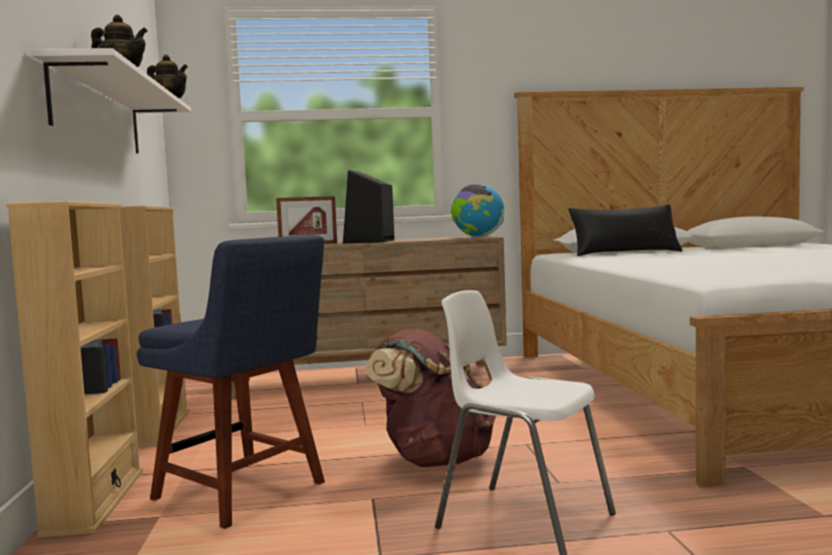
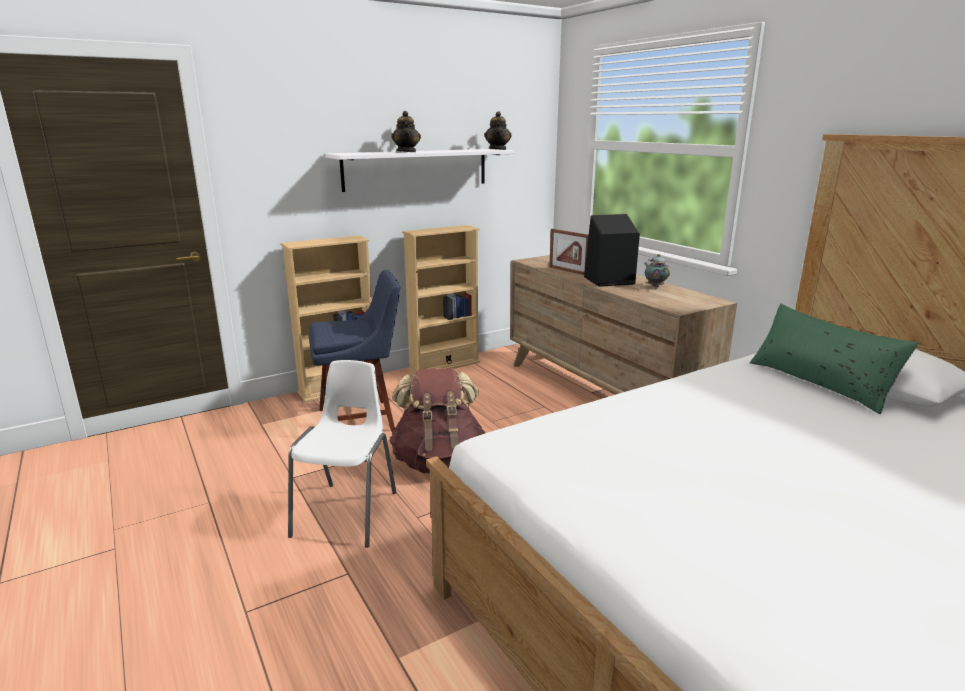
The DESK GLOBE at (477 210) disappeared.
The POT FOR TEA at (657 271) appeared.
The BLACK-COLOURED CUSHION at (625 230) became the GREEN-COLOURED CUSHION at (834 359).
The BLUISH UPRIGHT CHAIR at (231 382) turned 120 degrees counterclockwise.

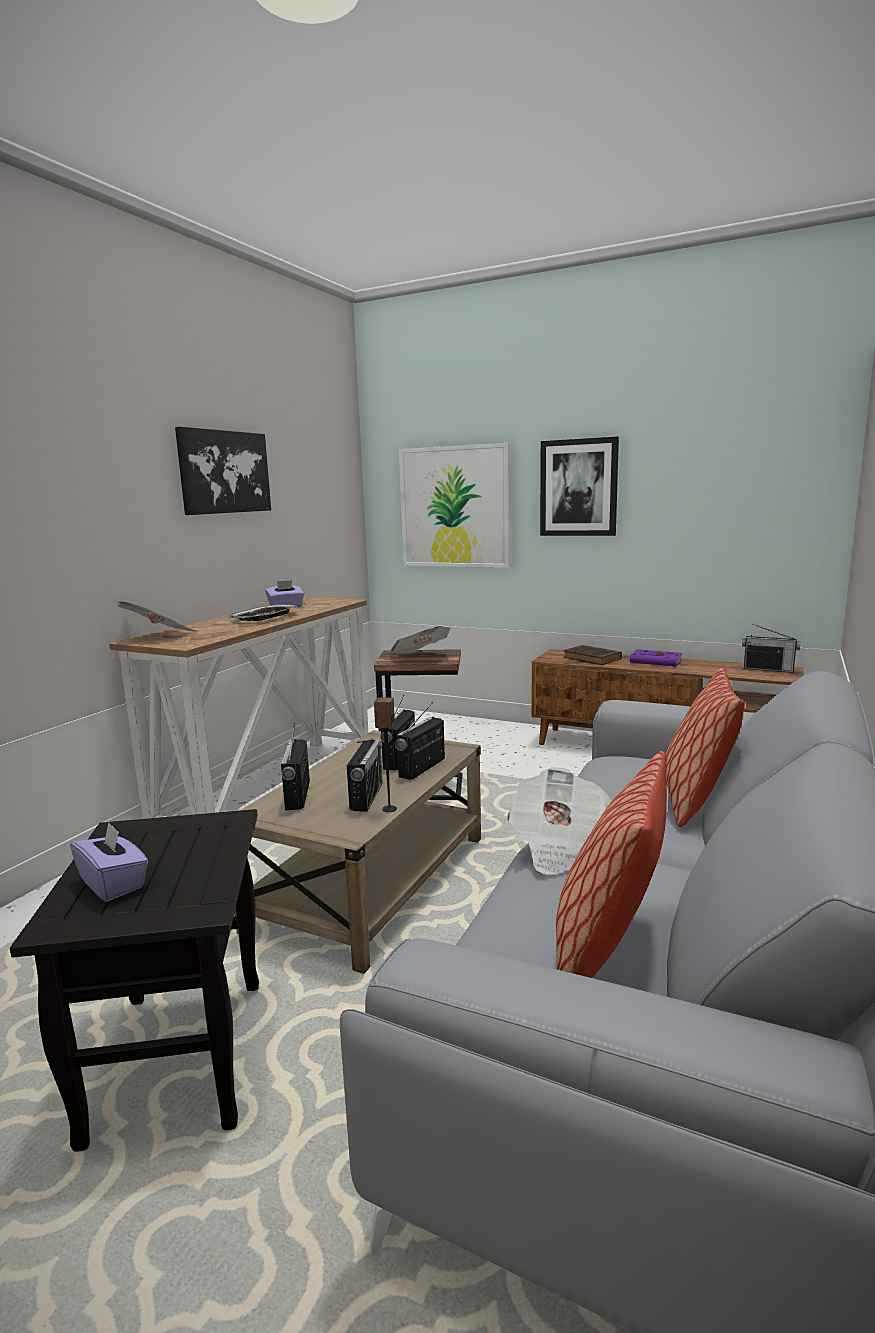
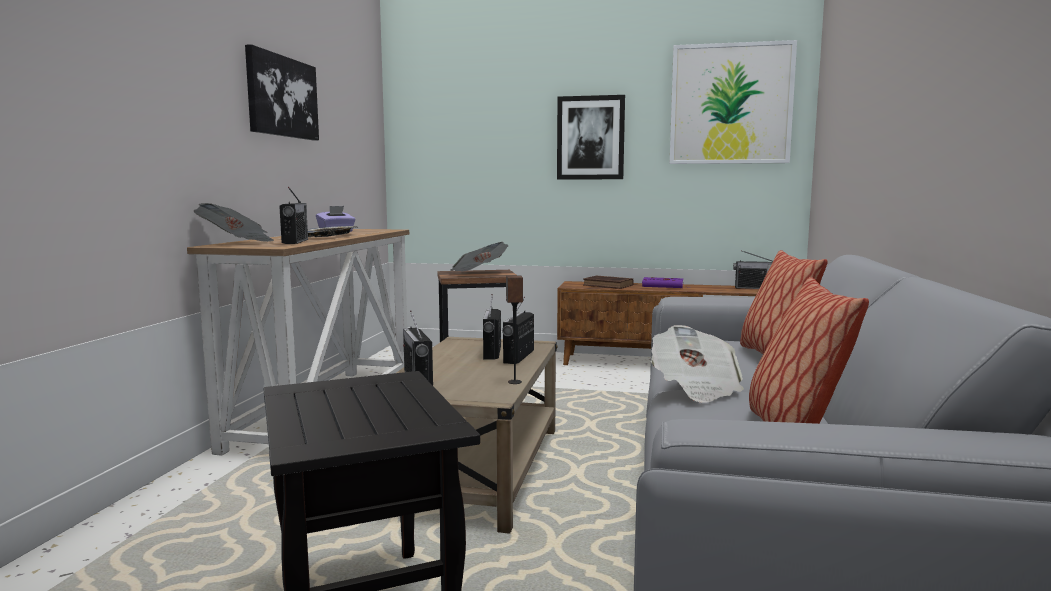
The PURPLE-COLOURED TISSUE HOLDER at (109 862) disappeared.
The RADIO RECEIVER moved from (365 775) to (293 215).
The WALL ART moved from (455 505) to (733 102).

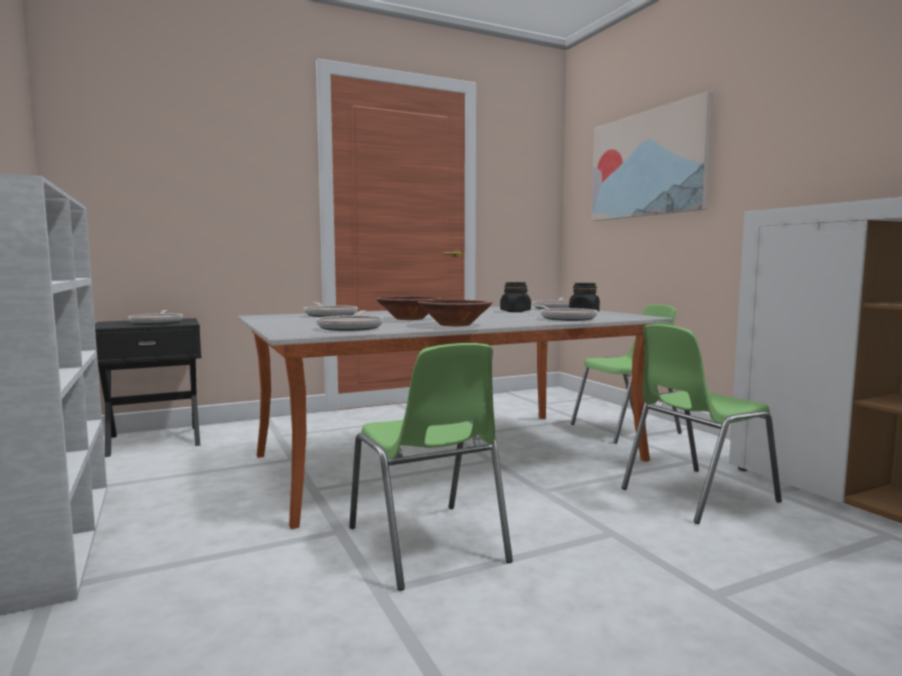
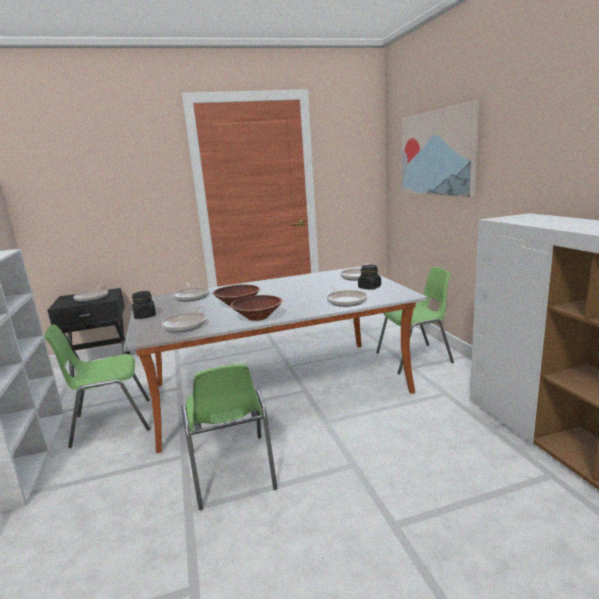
The BLACK-COLOURED JAR moved from (515 297) to (144 305).
The GREEN-COLOURED UPRIGHT CHAIR moved from (702 424) to (97 386).

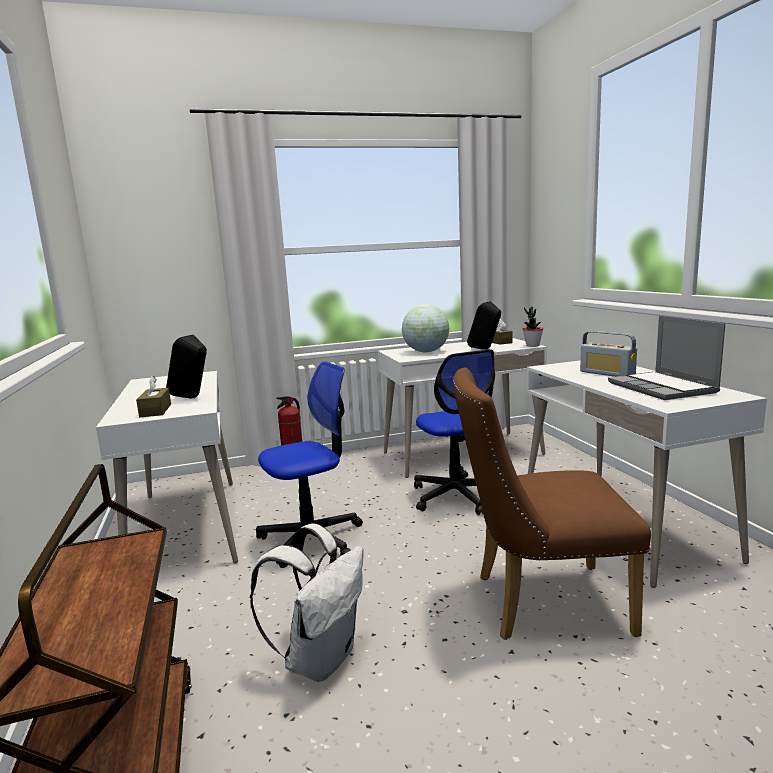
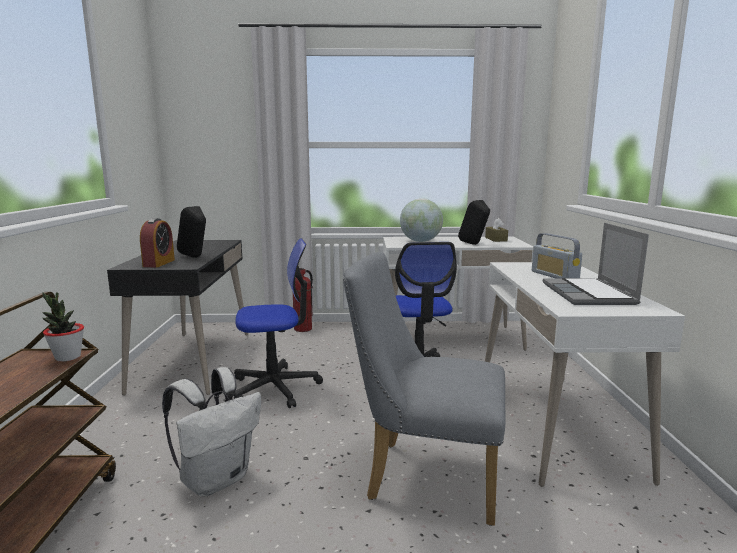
The POTTED PLANT moved from (533 327) to (63 327).
The BROWN-COLOURED TISSUE HOLDER at (153 396) was replaced by the TABLE CLOCK at (157 242).
The WHITE DESK TABLE at (167 467) became the BLACK-COLOURED DESK TABLE at (177 318).
The BROWN-COLOURED UPRIGHT CHAIR at (552 504) became the GRAY UPRIGHT CHAIR at (424 389).

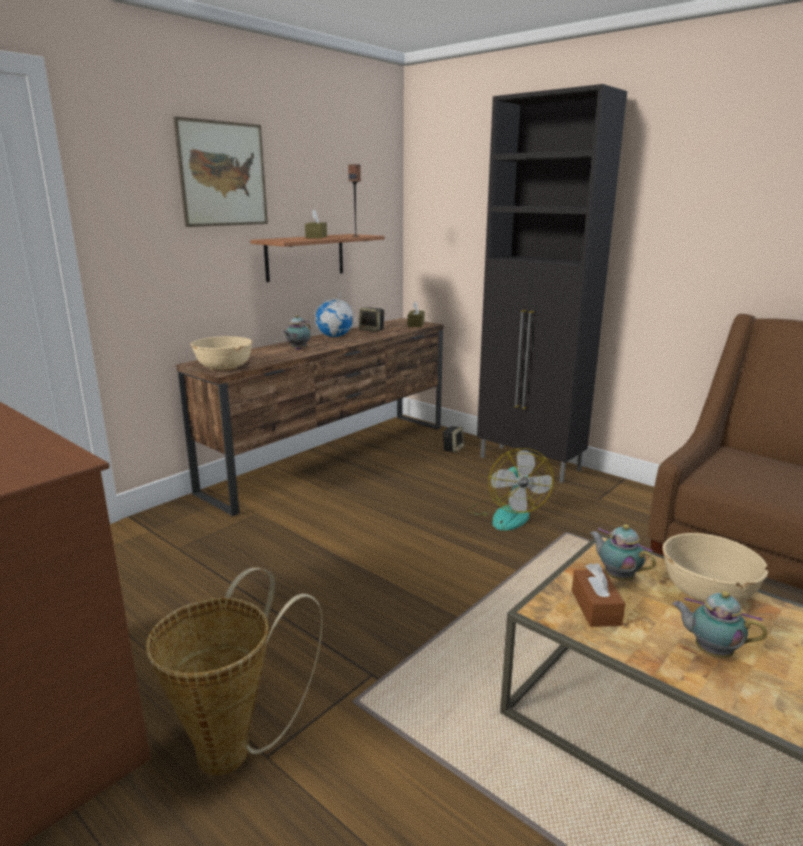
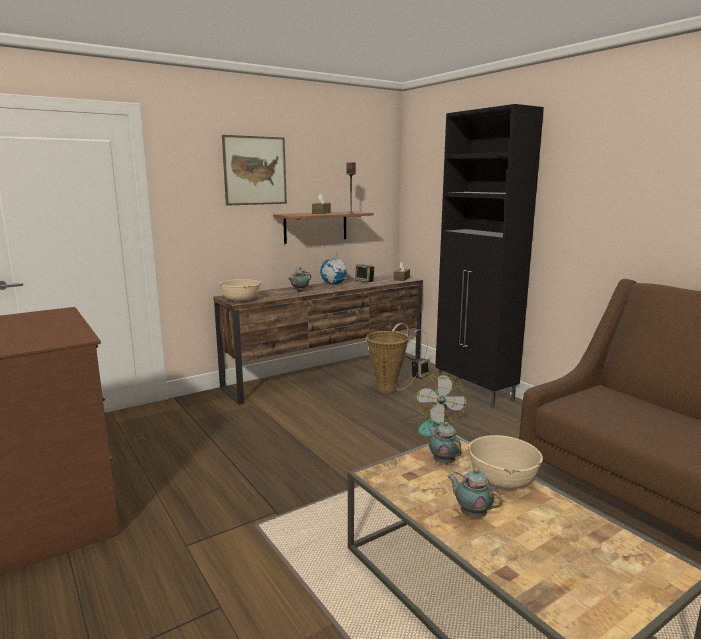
The BROWN-COLOURED TISSUE HOLDER at (598 595) disappeared.
The HOUSEHOLD BASKET moved from (234 671) to (397 358).

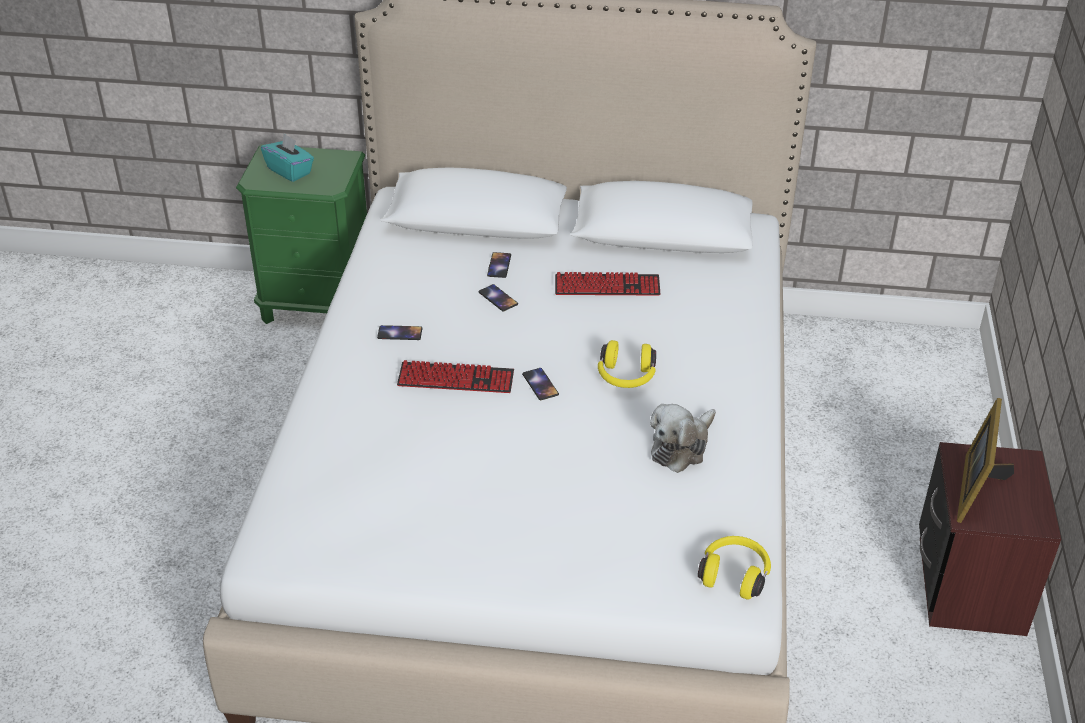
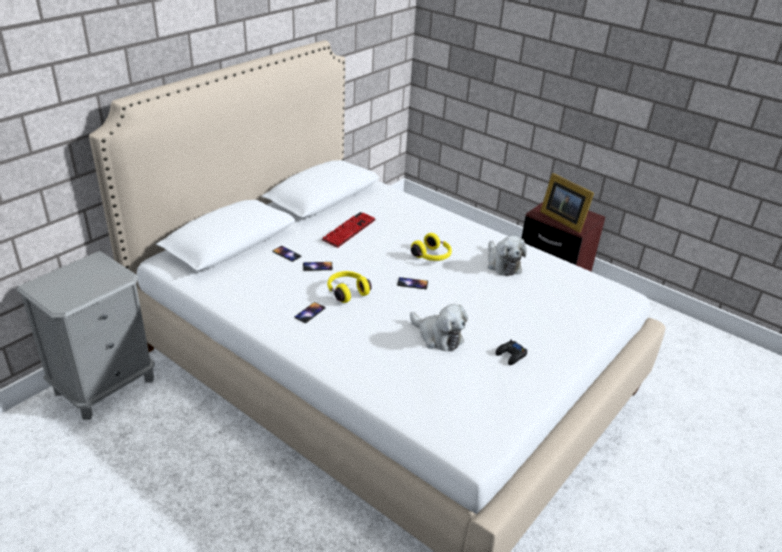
The BLUE-GREEN TISSUE HOLDER at (287 158) disappeared.
The KEYBOARD at (455 376) disappeared.
The PLUSH TOY at (439 327) appeared.
The BLACK-COLOURED GAMEPAD at (511 352) appeared.
The YELLOW HEADPHONES moved from (734 568) to (349 287).
The GREEN-COLOURED NIGHTSTAND at (301 234) became the GRAY NIGHTSTAND at (85 335).

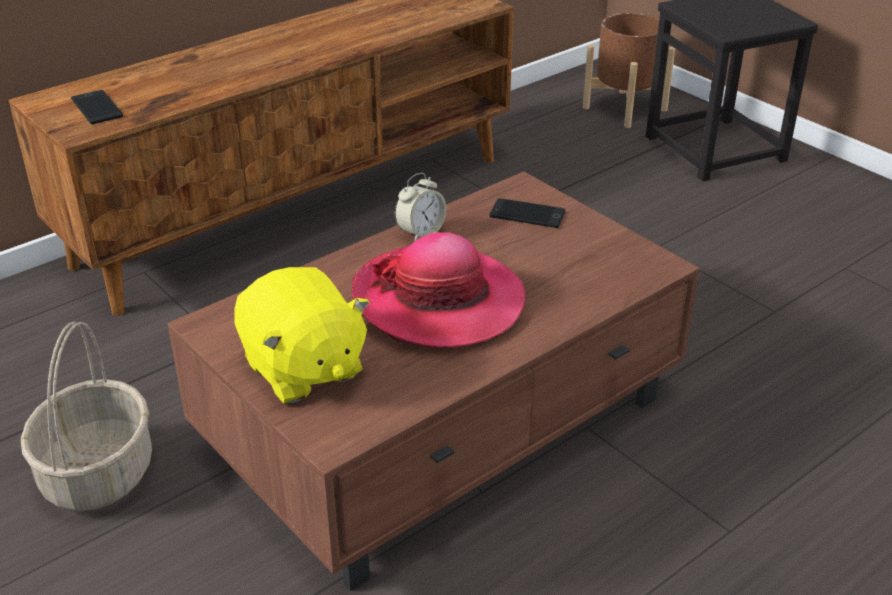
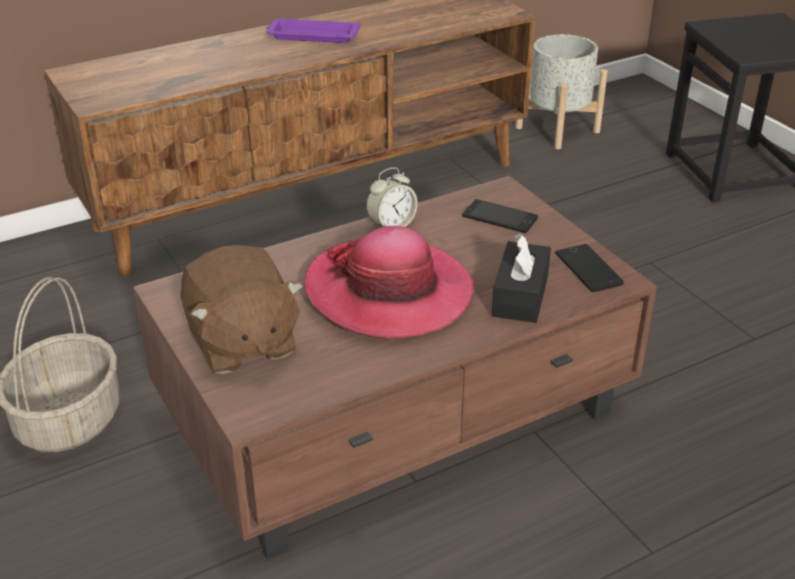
The BROWN-COLOURED PLANT POT at (628 70) disappeared.
The PURPLE-COLOURED CARRYING TRAY at (313 31) appeared.
The BLACK-COLOURED TISSUE HOLDER at (521 278) appeared.
The GRAY PLANT POT at (561 91) appeared.
The HANDSET moved from (97 107) to (589 268).
The YELLOW PLUSH TOY at (302 335) became the BROWN-COLOURED PLUSH TOY at (242 309).

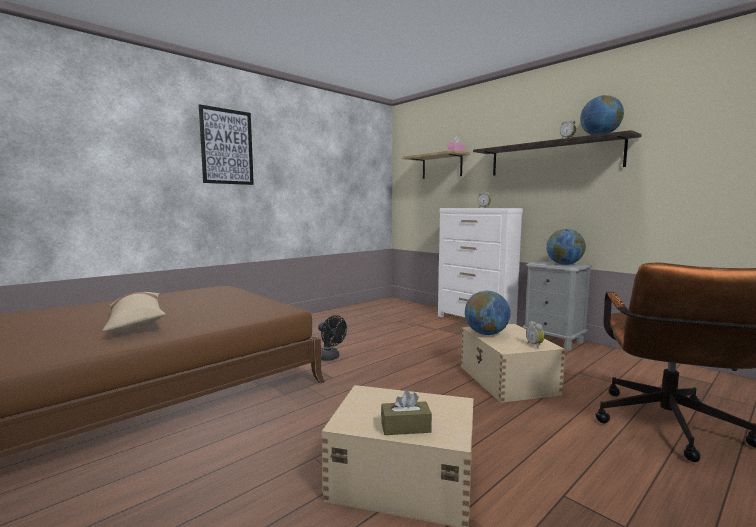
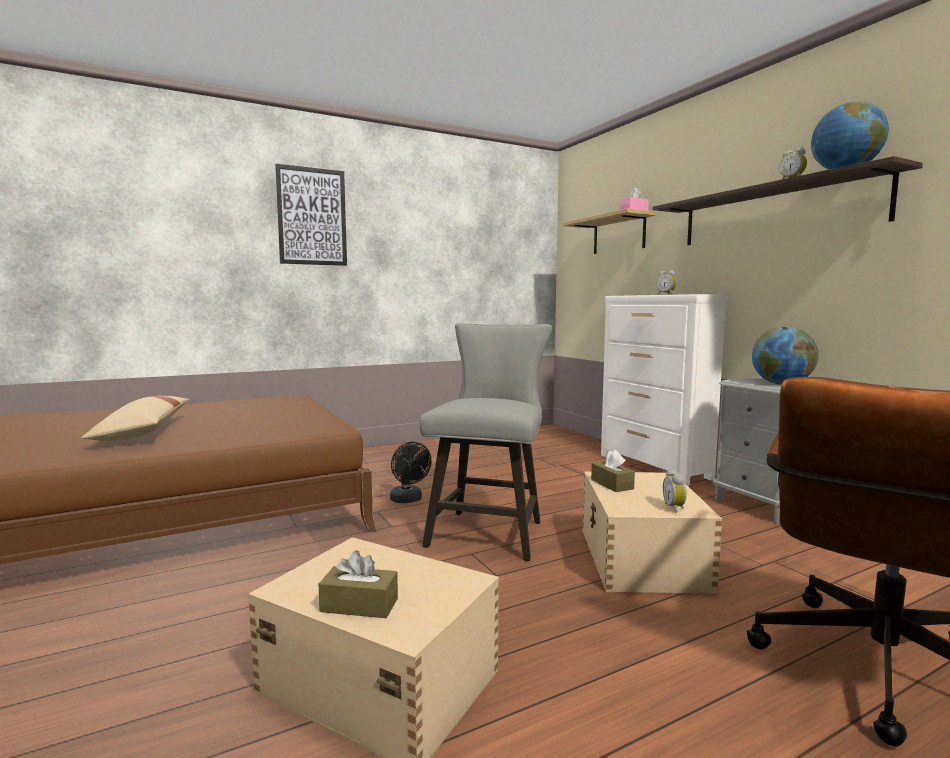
The GRAY UPRIGHT CHAIR at (486 442) appeared.
The DESK GLOBE at (487 313) was replaced by the BROWN-COLOURED TISSUE HOLDER at (613 471).

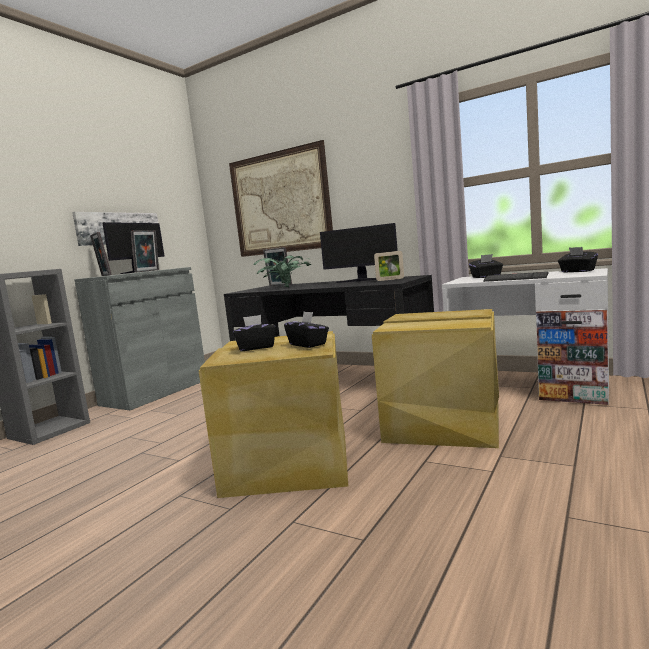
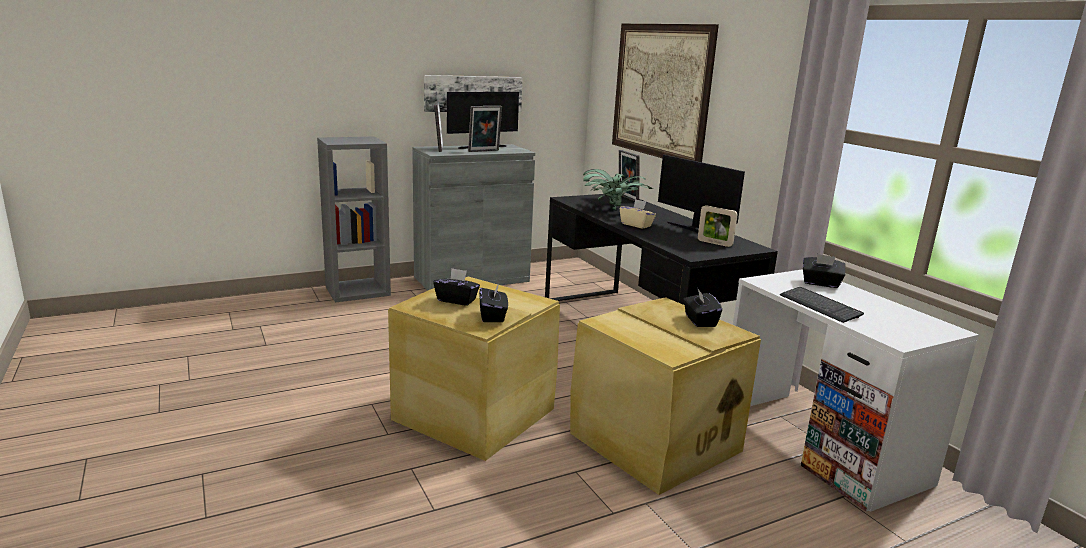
The BEIGE TISSUE HOLDER at (638 213) appeared.
The BLACK-COLOURED TISSUE HOLDER moved from (578 259) to (702 308).

